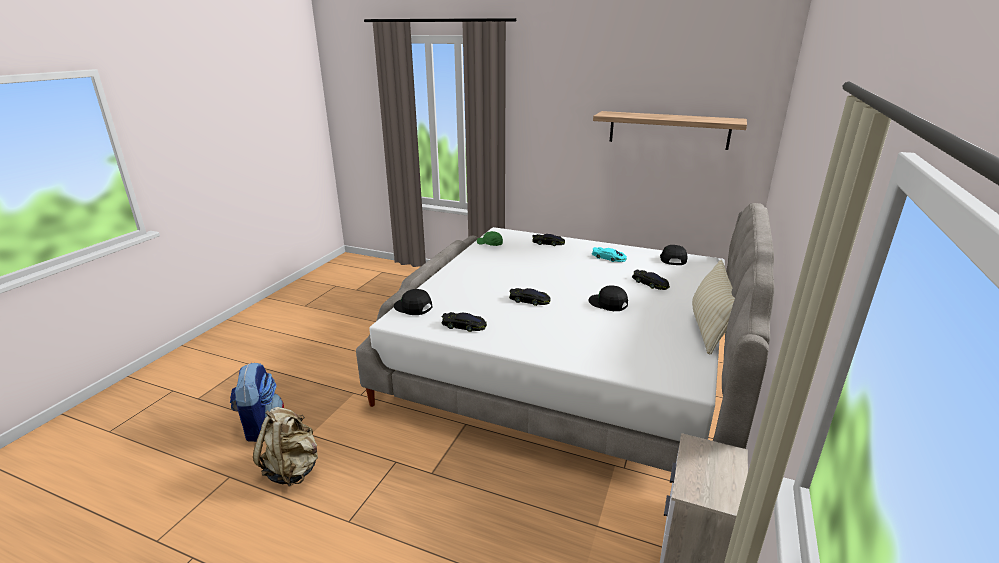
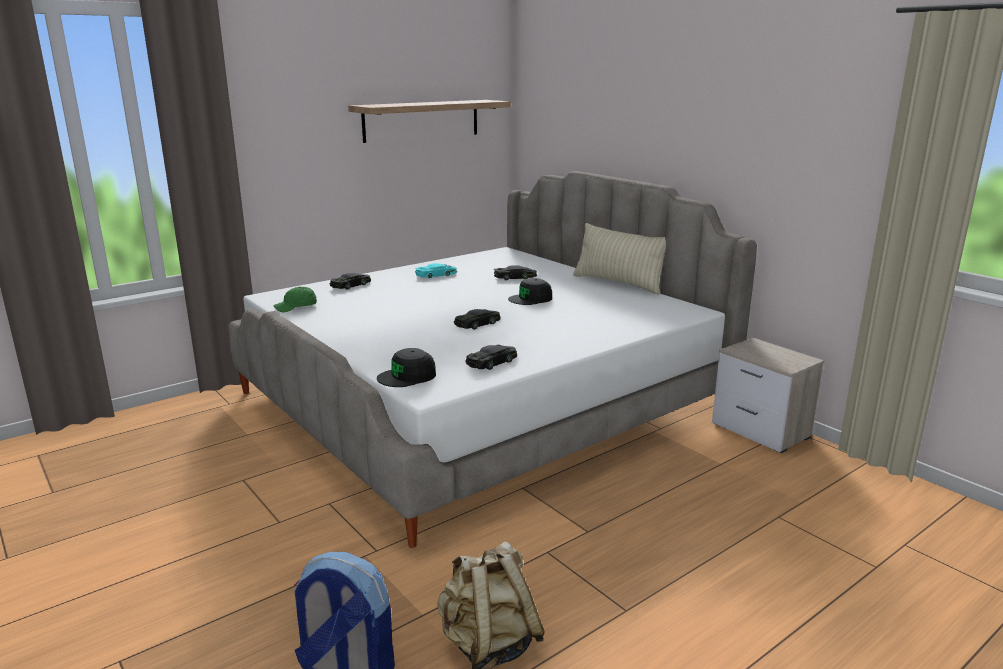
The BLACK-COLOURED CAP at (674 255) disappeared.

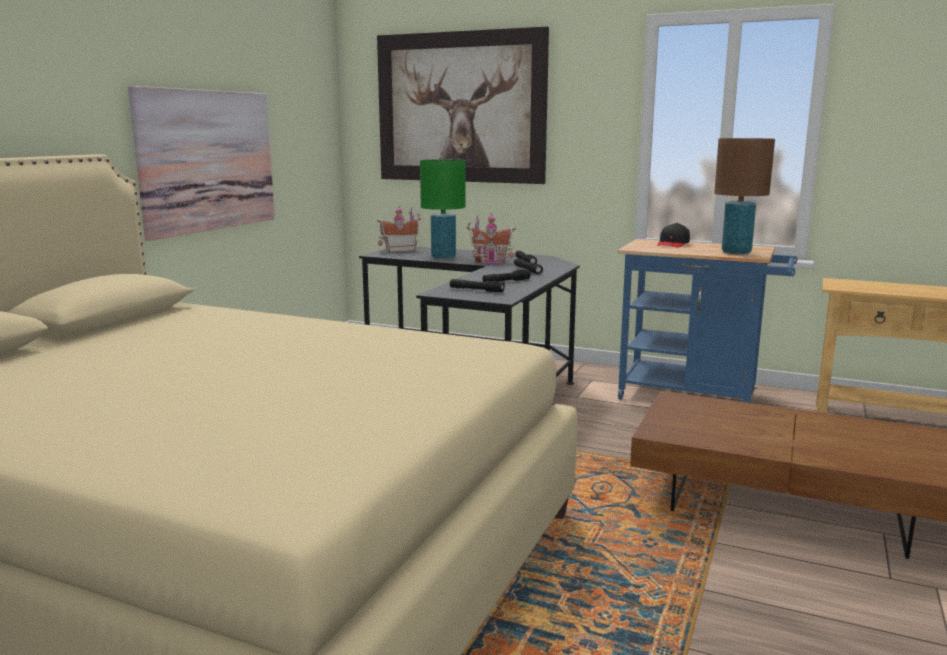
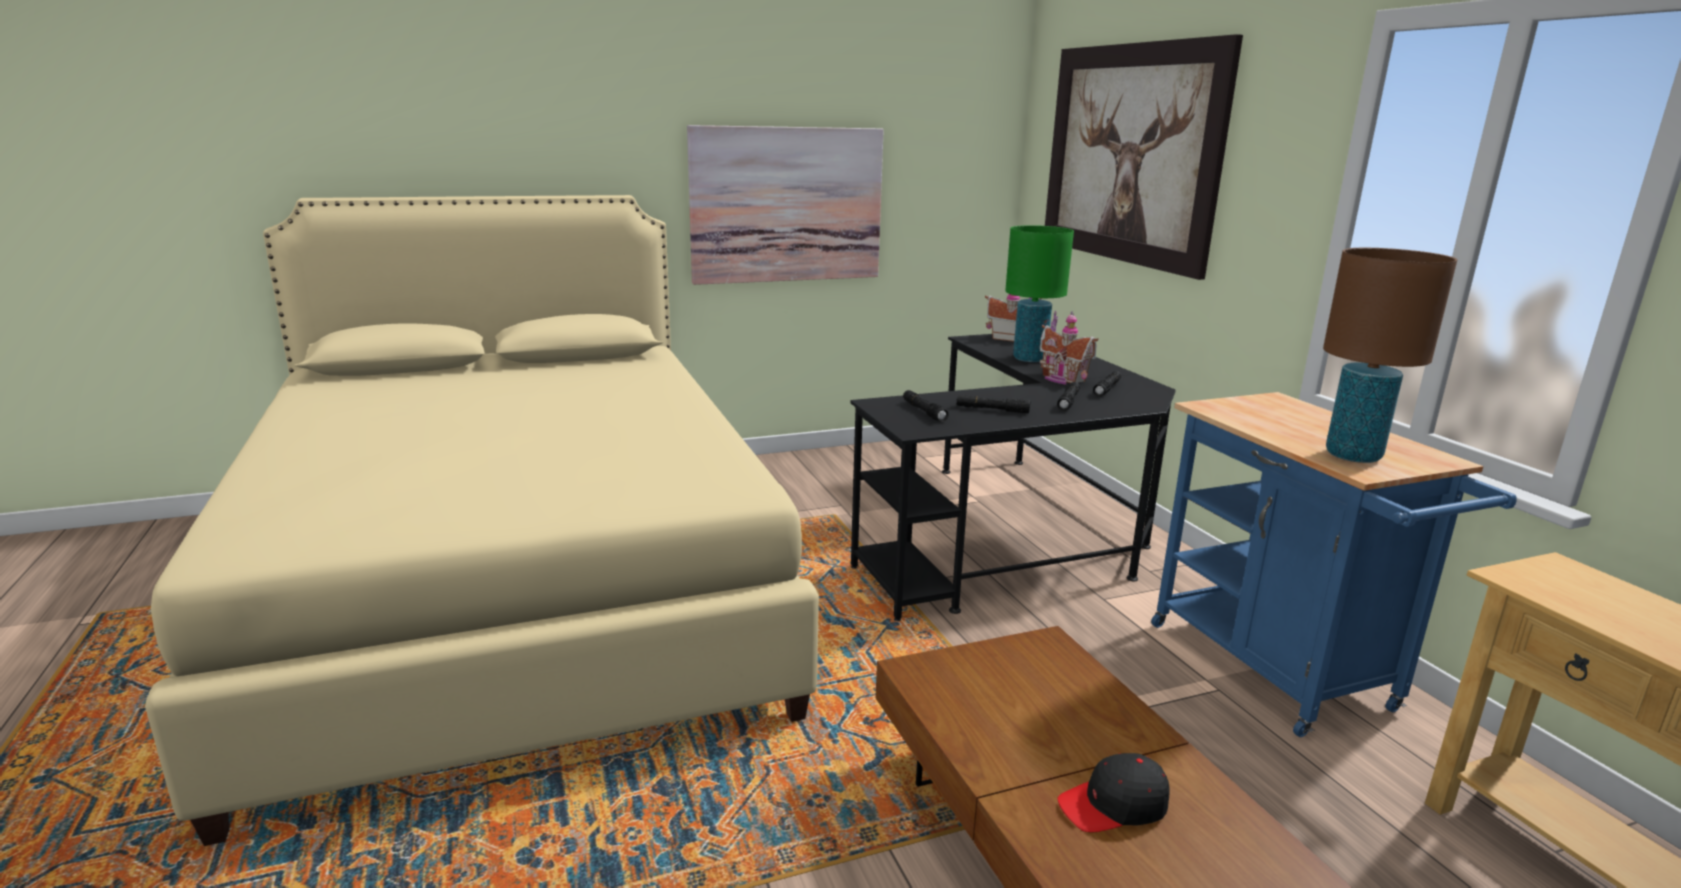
The BLACK-COLOURED CAP moved from (673 235) to (1114 792).

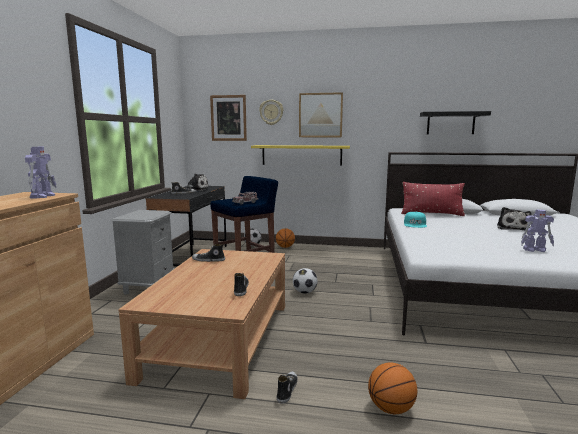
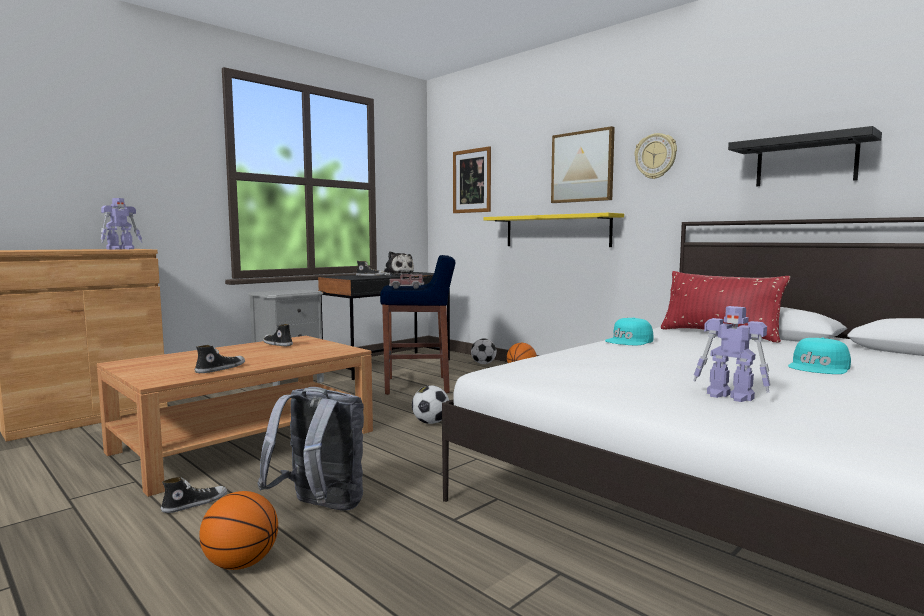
The GRAY KNAPSACK at (310 448) appeared.
The WALL CLOCK moved from (271 112) to (655 156).
The PLUSH TOY at (514 218) was replaced by the BLUE-GREEN CAP at (819 356).

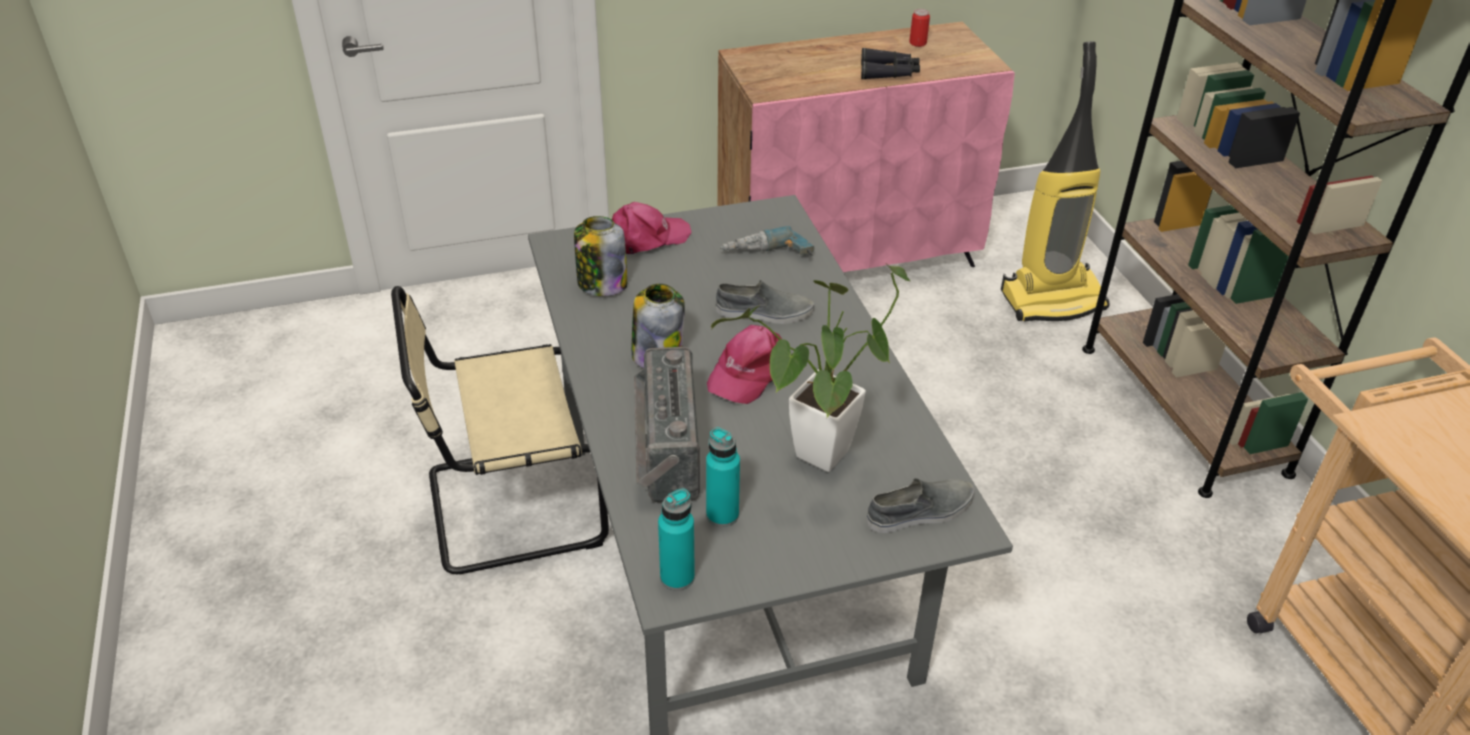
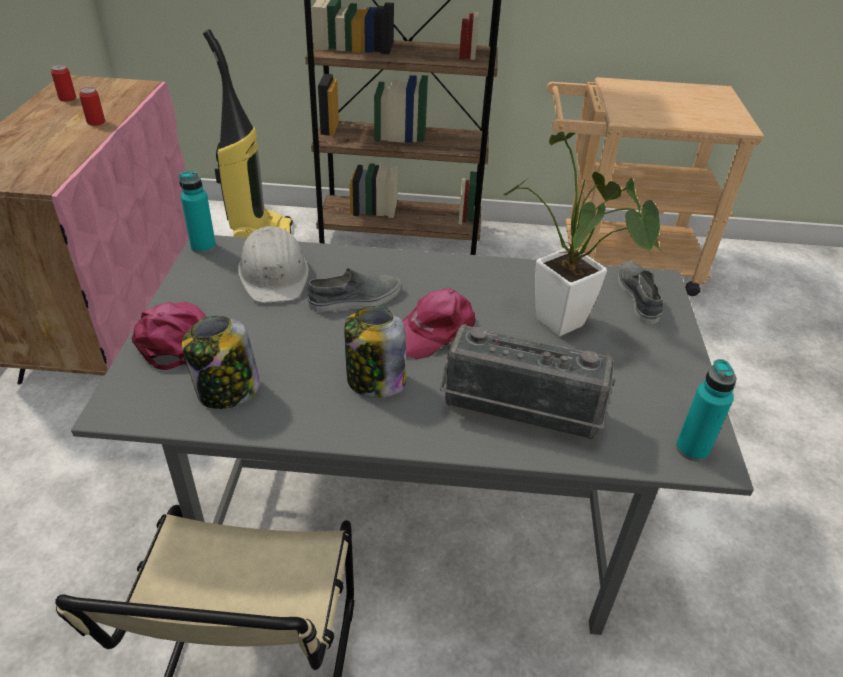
The BLUE-GREEN BOTTLE moved from (723 477) to (197 212).
The POWER DRILL at (767 241) was replaced by the WHITE HARD HAT at (273 264).
The BLACK-COLOURED FIELD GLASSES at (890 64) was replaced by the METAL CAN at (92 106).
The PINK-COLOURED CAP at (744 364) turned 90 degrees clockwise.
The GRAY ITEM OF FOOTWEAR at (765 302) turned 45 degrees clockwise.

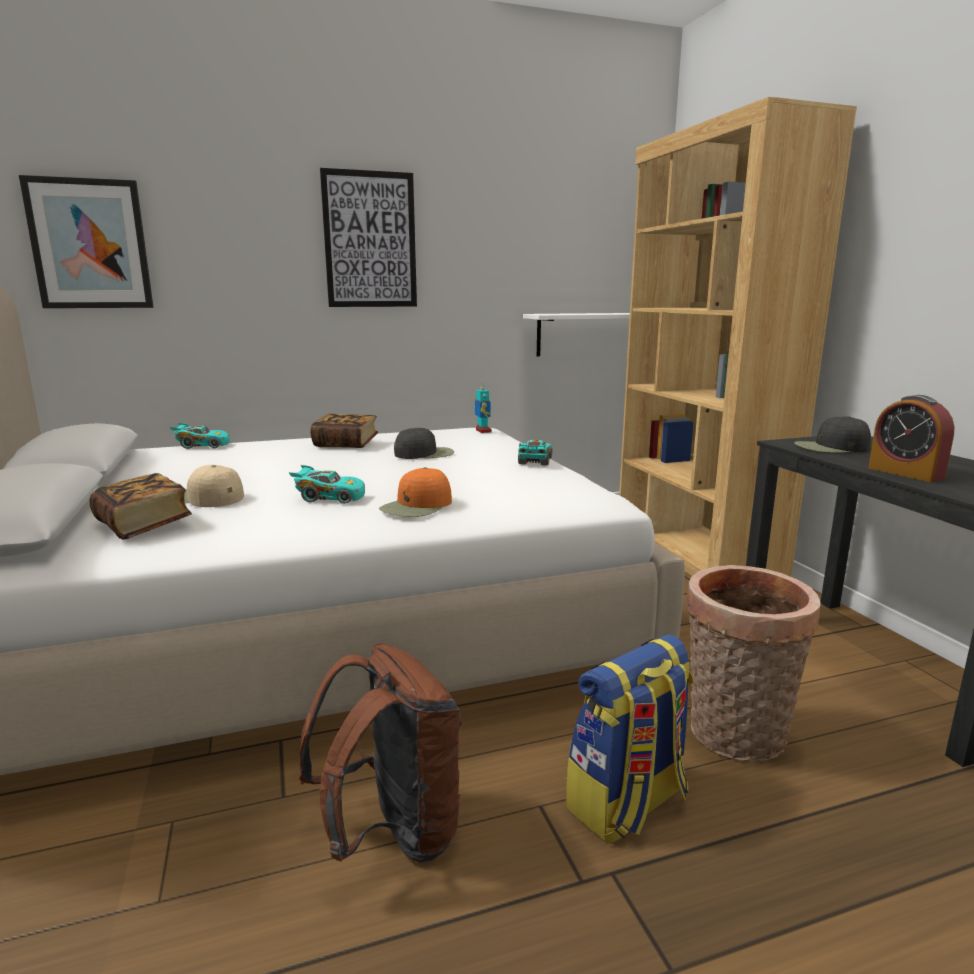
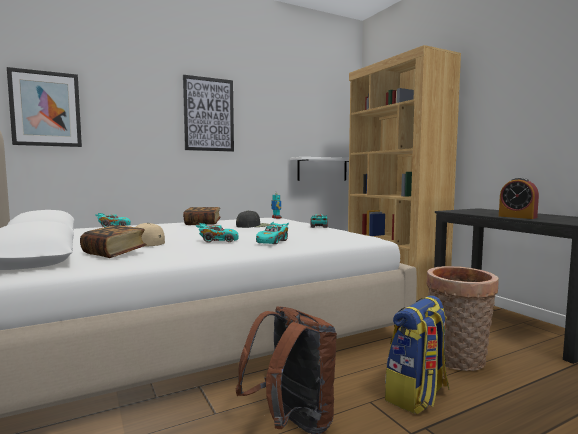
The BLACK-COLOURED CAP at (832 434) disappeared.
The ORANGEY CAP at (415 492) was replaced by the BLUE-GREEN TOY CAR at (272 233).

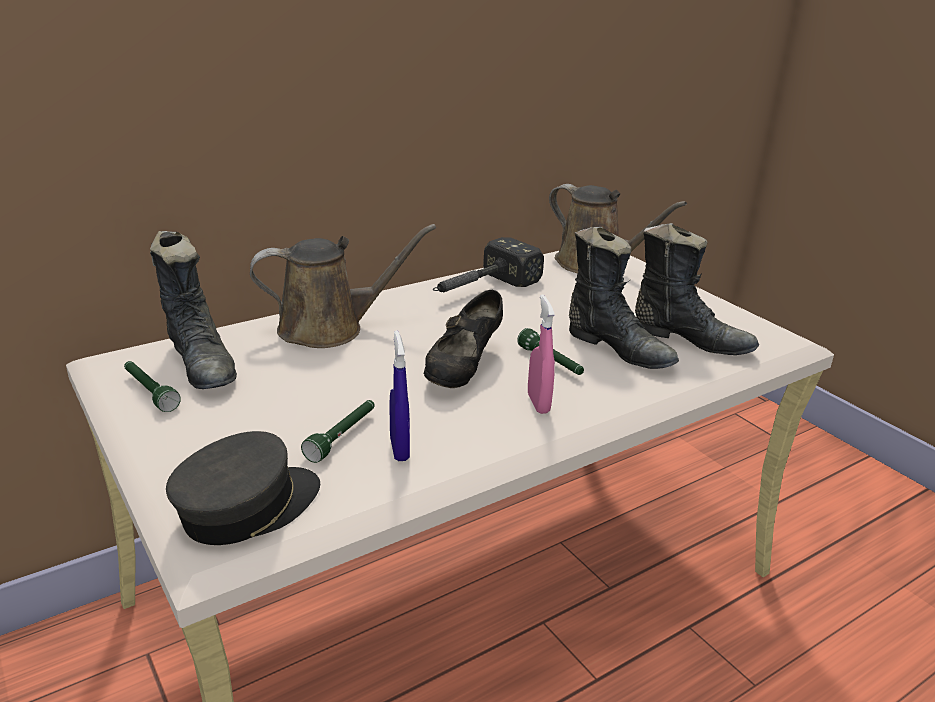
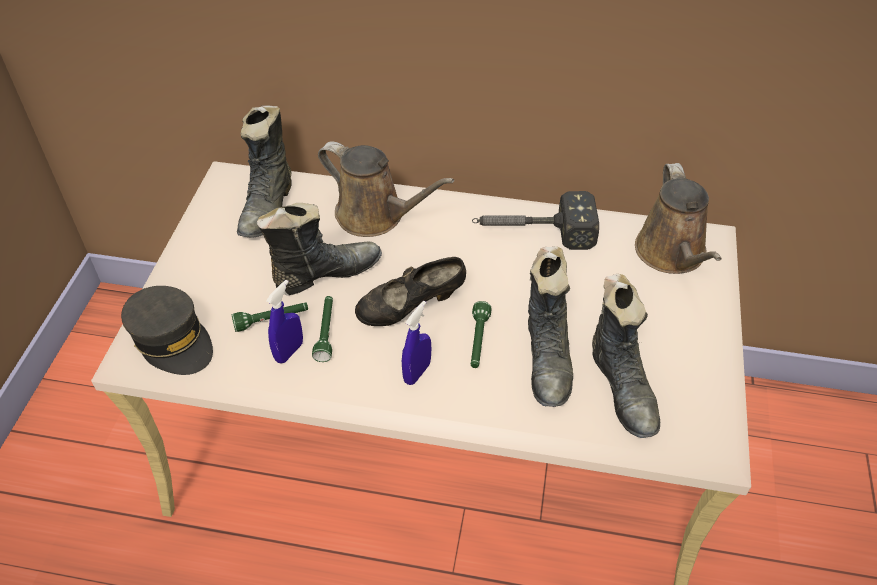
The BLACK-COLOURED TALL BOOT at (319 249) appeared.
The GREEN-COLOURED TORCH moved from (152 386) to (322 329).
The PINK-COLOURED SPRAYER at (541 354) became the BLUISH SPRAYER at (416 343).
The GRAY CAP at (243 488) turned 45 degrees clockwise.

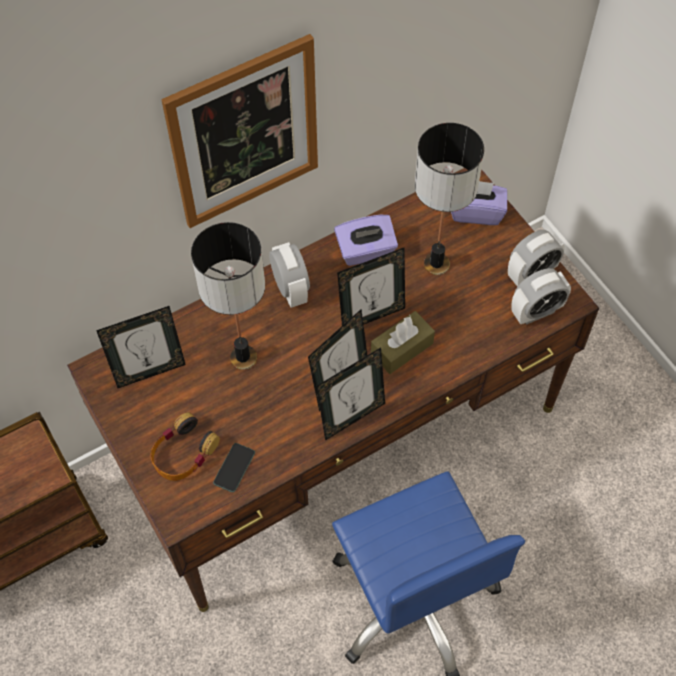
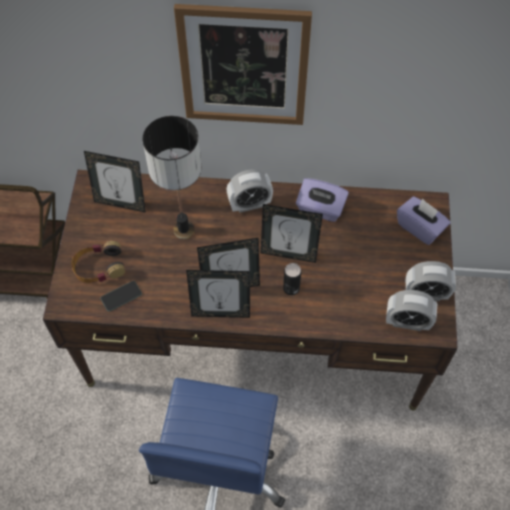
The TABLETOP LAMP at (449 199) disappeared.
The BROWN-COLOURED TISSUE HOLDER at (403 342) was replaced by the METAL CAN at (292 279).
The TABLE CLOCK at (289 275) turned 60 degrees clockwise.

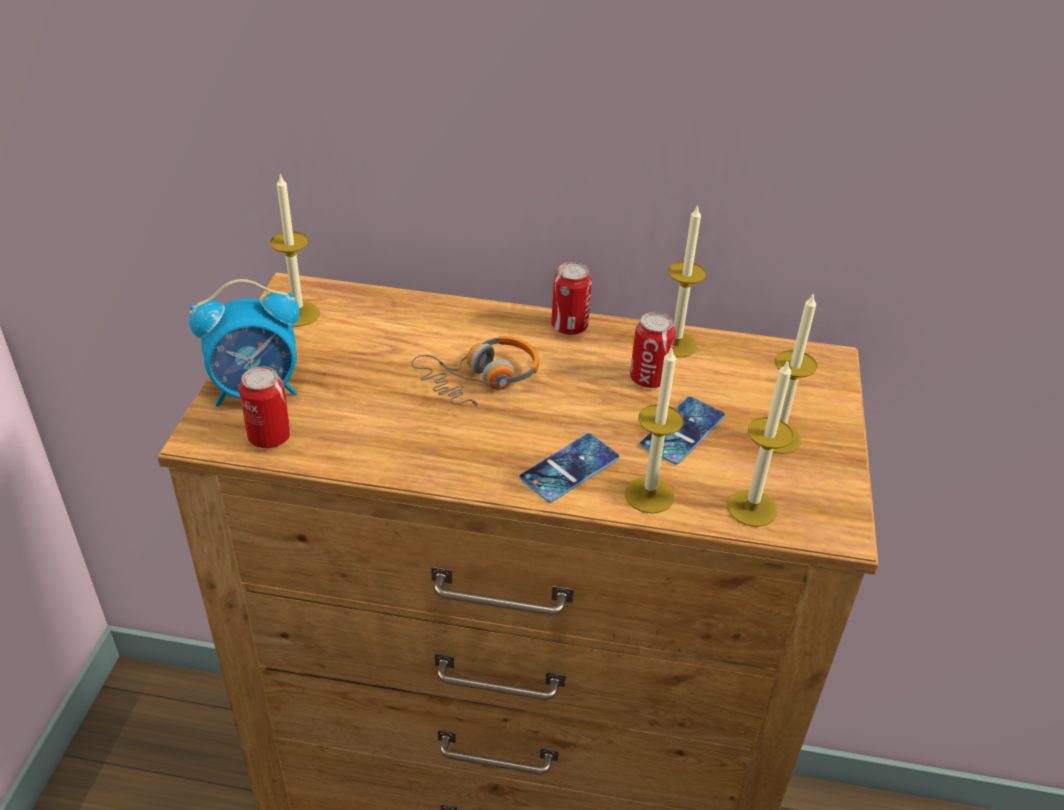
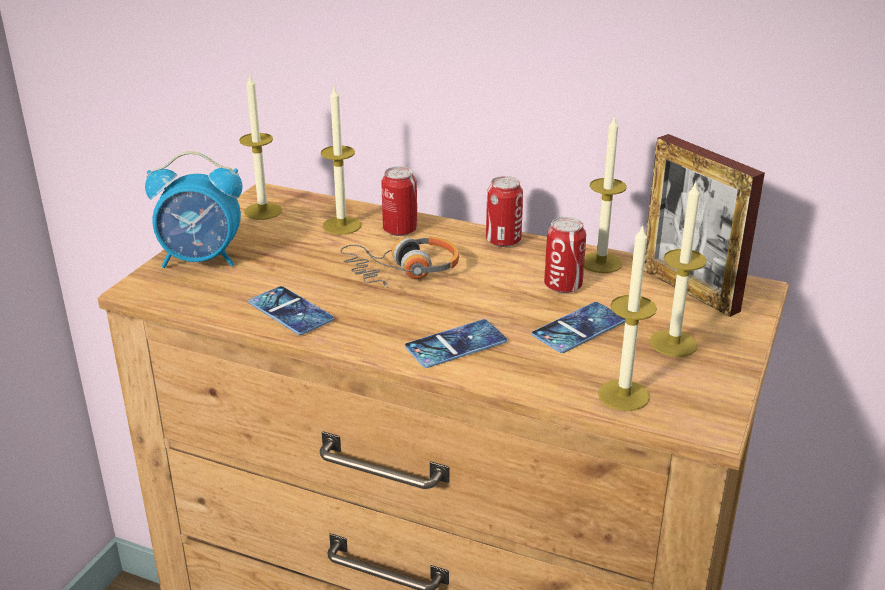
The HANDSET at (291 310) appeared.
The STANDING FRAME at (704 225) appeared.
The METAL CAN moved from (265 407) to (399 201).
The WAX CANDLE moved from (654 430) to (341 161).

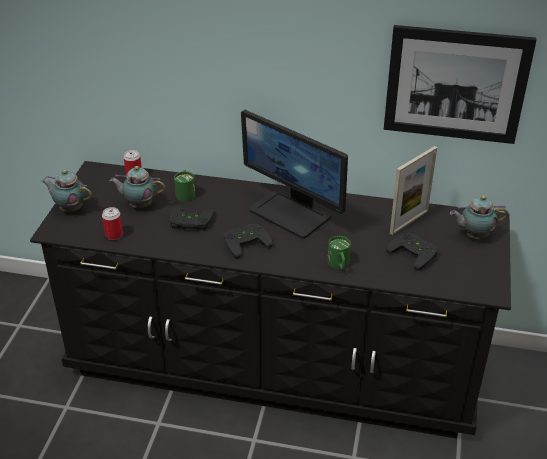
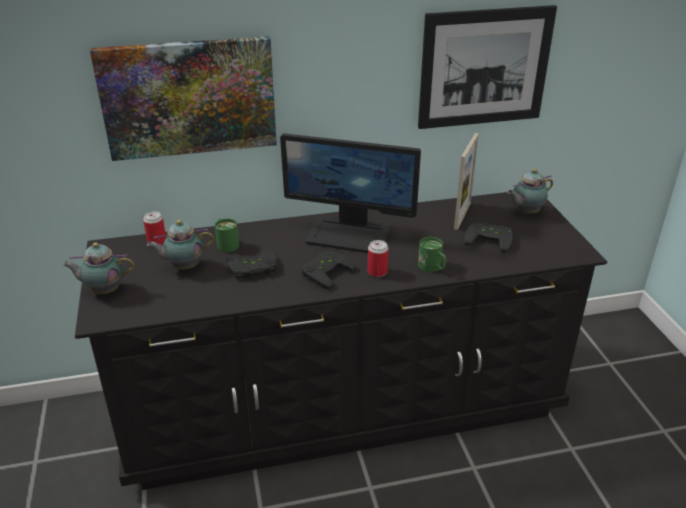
The WALL ART at (183 98) appeared.
The METAL CAN moved from (112 223) to (378 258).

